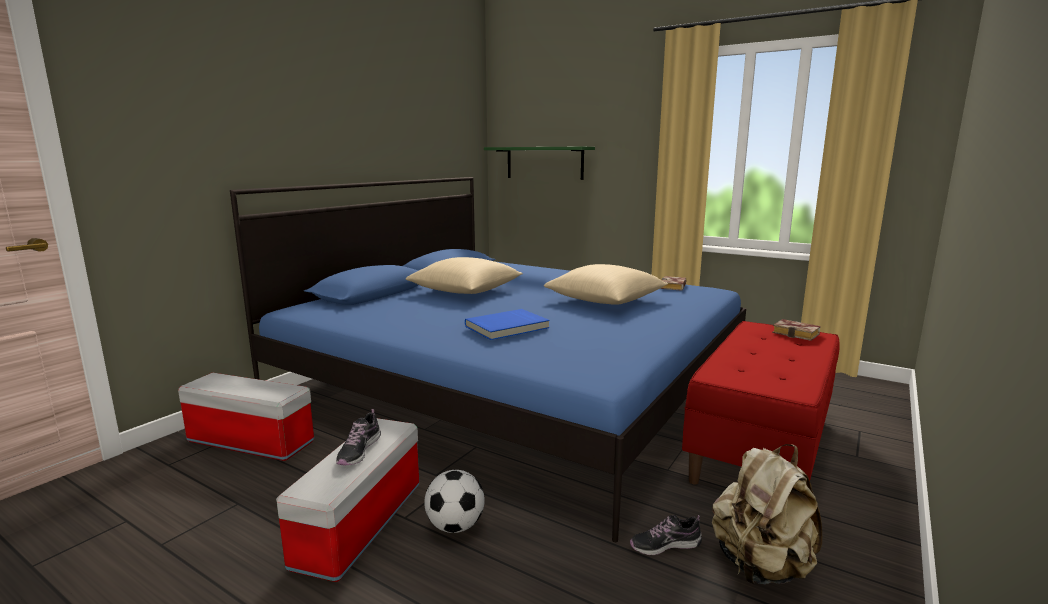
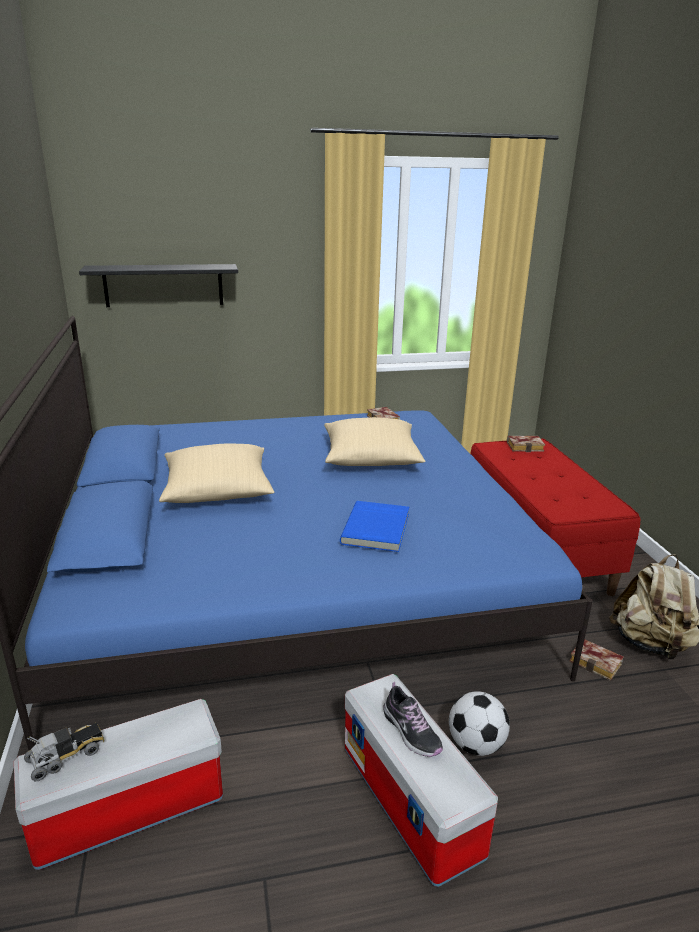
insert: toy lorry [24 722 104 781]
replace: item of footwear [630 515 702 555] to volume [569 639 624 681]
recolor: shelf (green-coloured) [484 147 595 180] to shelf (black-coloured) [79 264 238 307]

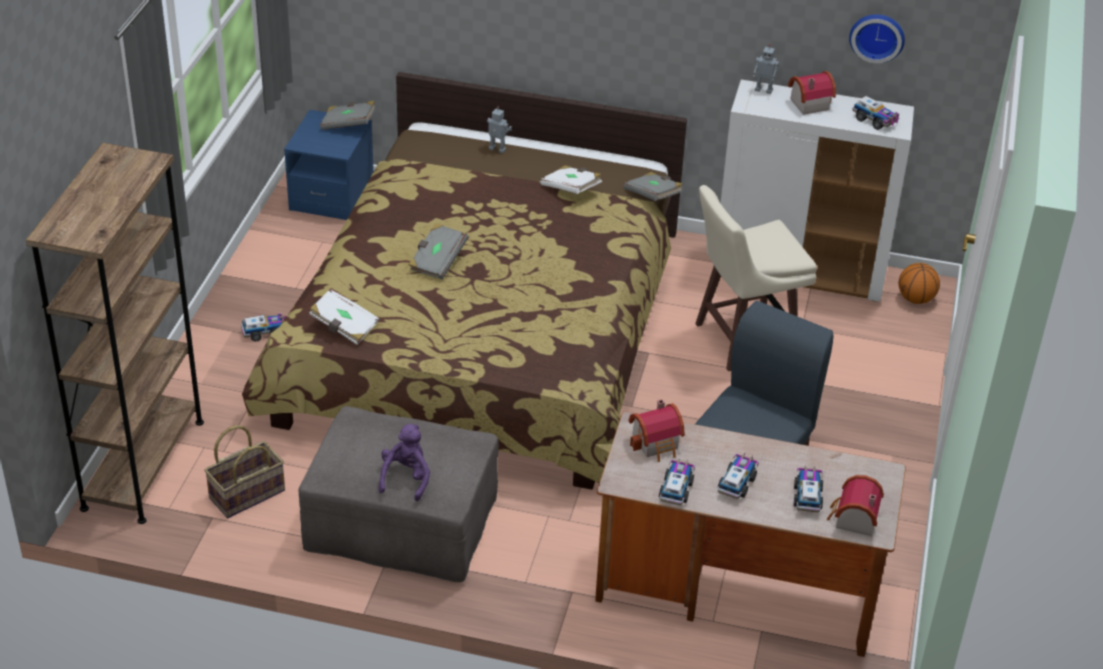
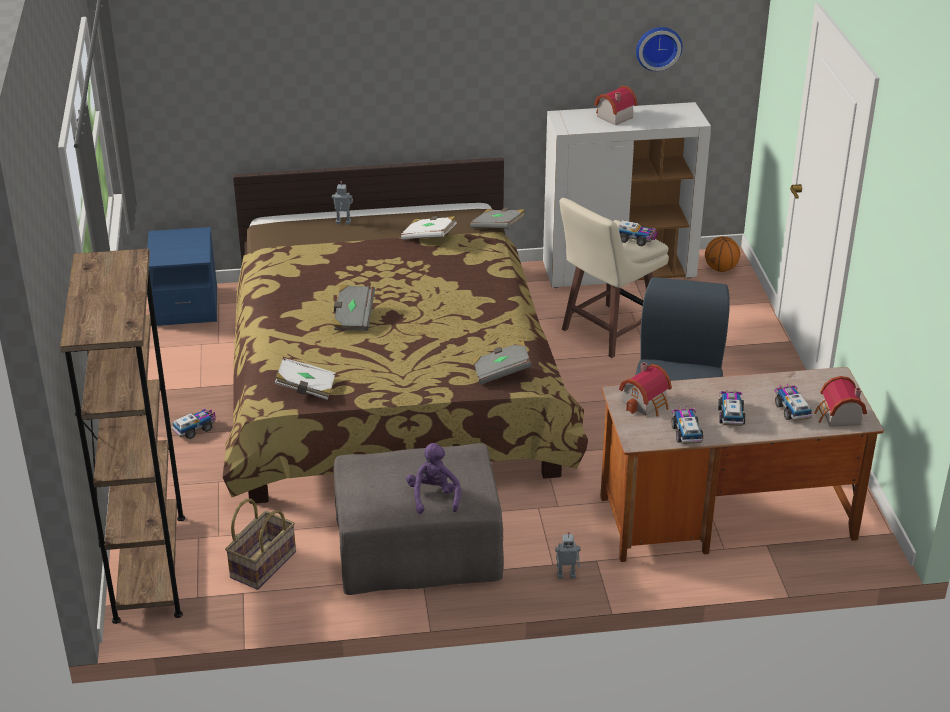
move: volume (greyish) [320 101 376 130] to [472 341 532 385]; toy robot [753 44 779 94] to [555 532 580 579]; toy lorry [852 96 899 130] to [618 220 657 247]

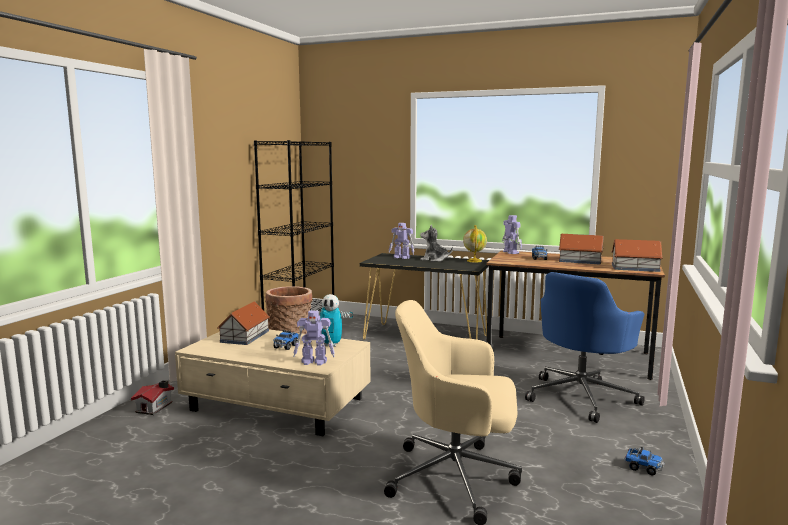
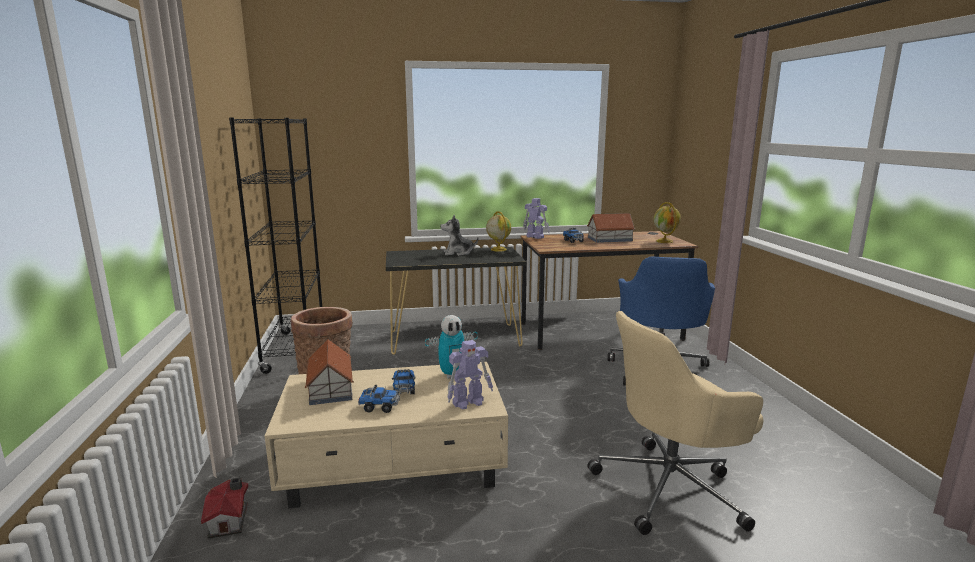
delete: toy robot [389 223 414 259]
move: toy lorry [624 447 665 475] to [358 385 400 413]
replace: toy house [611 239 663 272] to desk globe [653 202 681 243]

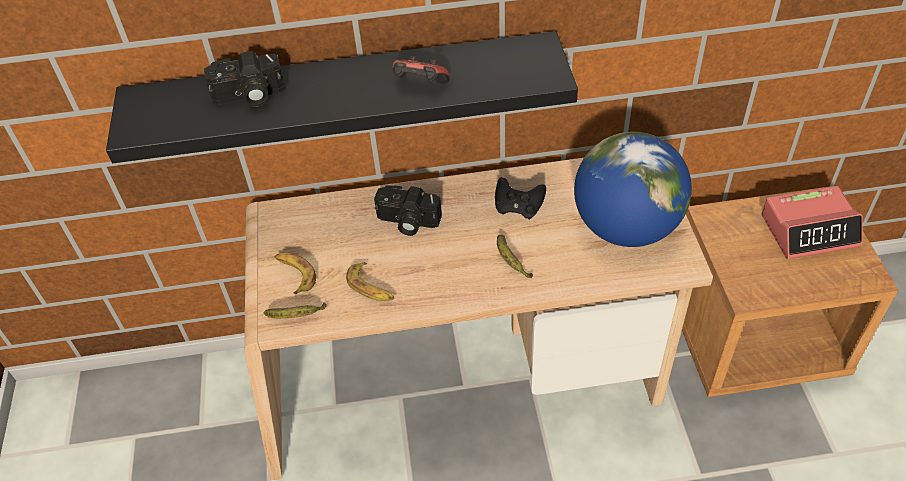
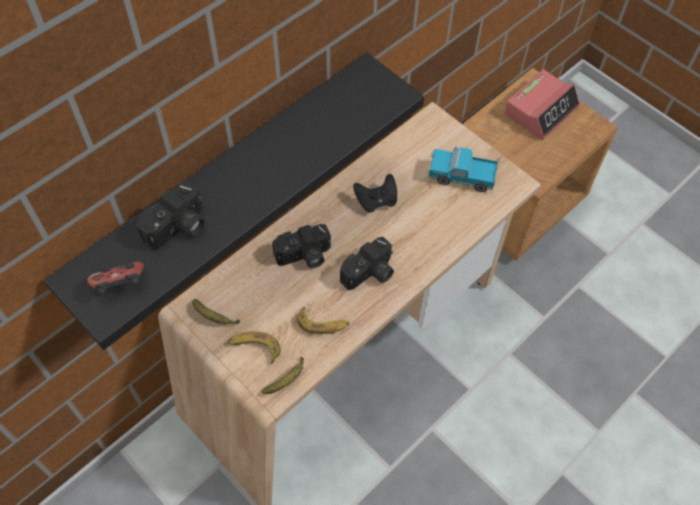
insert: still camera [340 236 394 290]
move: gamepad [392 55 450 84] to [87 261 145 295]; whole banana [497 234 533 278] to [192 299 240 324]
replace: desk globe [574 132 692 247] to toy lorry [428 146 498 192]

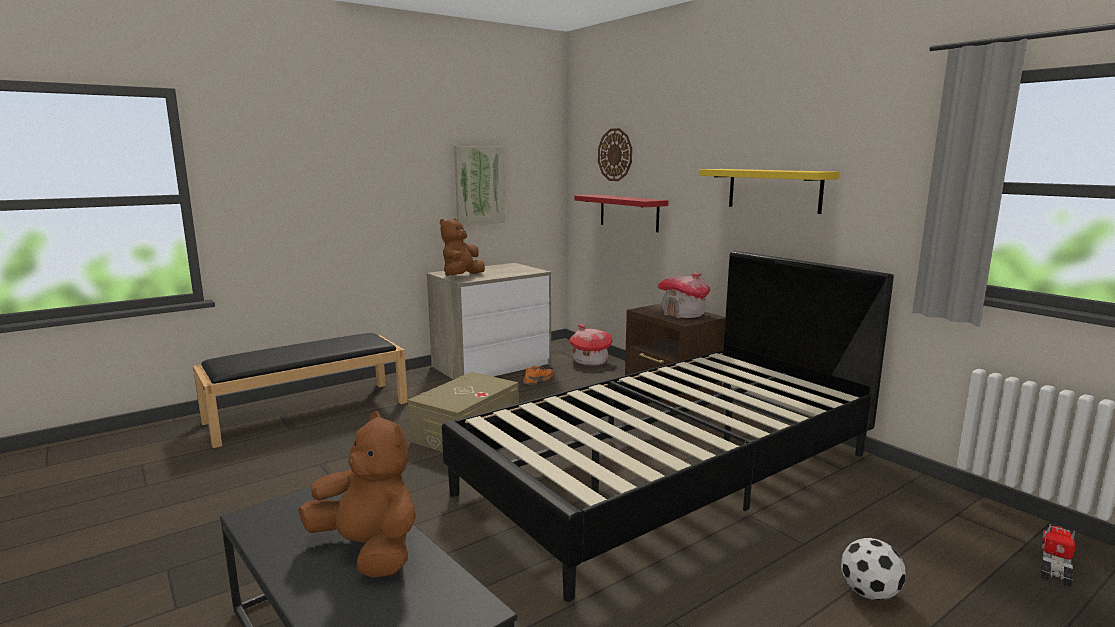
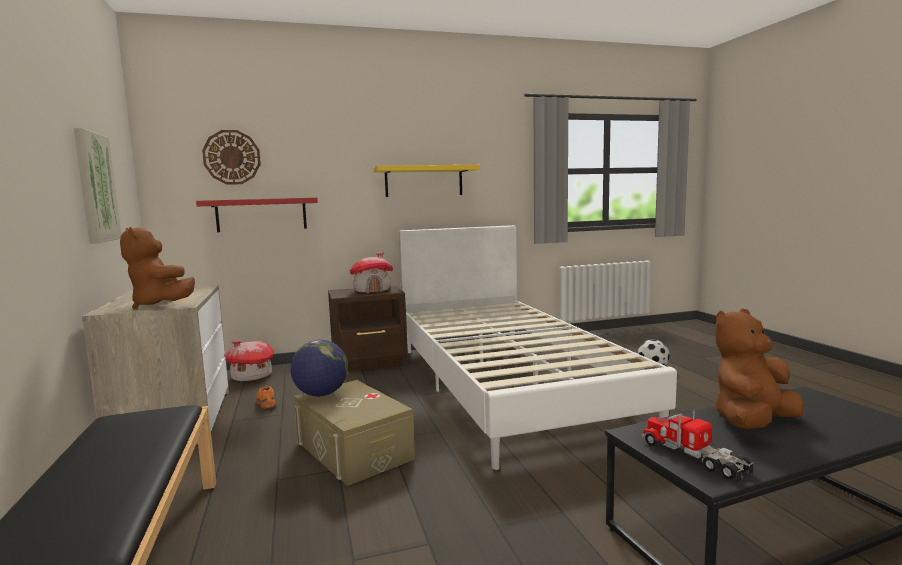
insert: desk globe [290 340 348 396]
move: toy lorry [1041 524 1076 588] to [642 409 754 482]
recolor: sleeping bed (black-coloured) [442 251 894 602] to sleeping bed (white) [399 225 677 470]

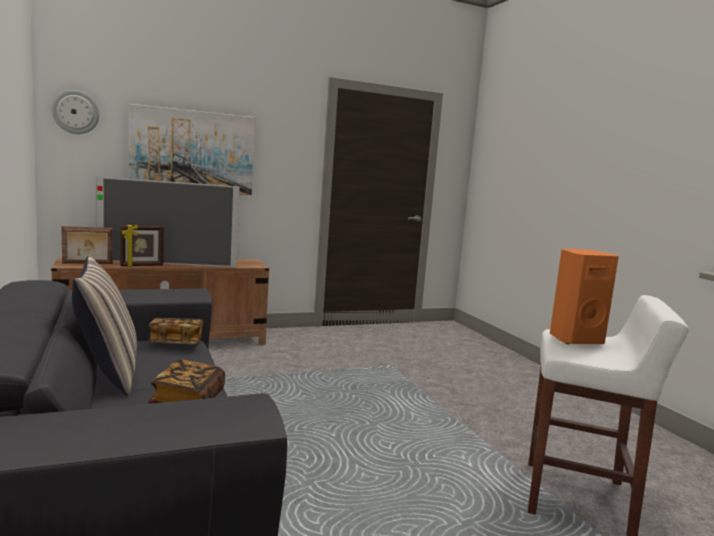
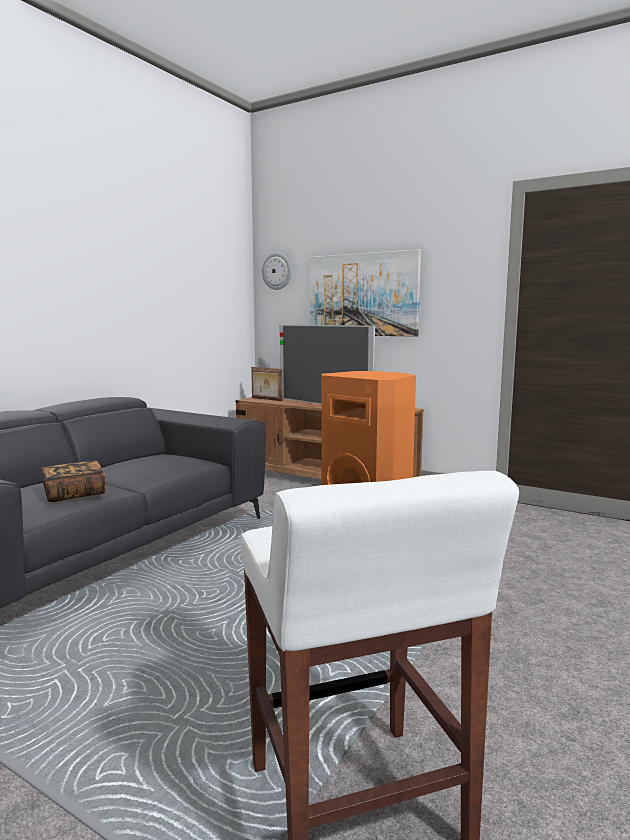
delete: throw pillow [72 256 137 396]; picture frame [120 224 164 267]; volume [148 318 204 344]

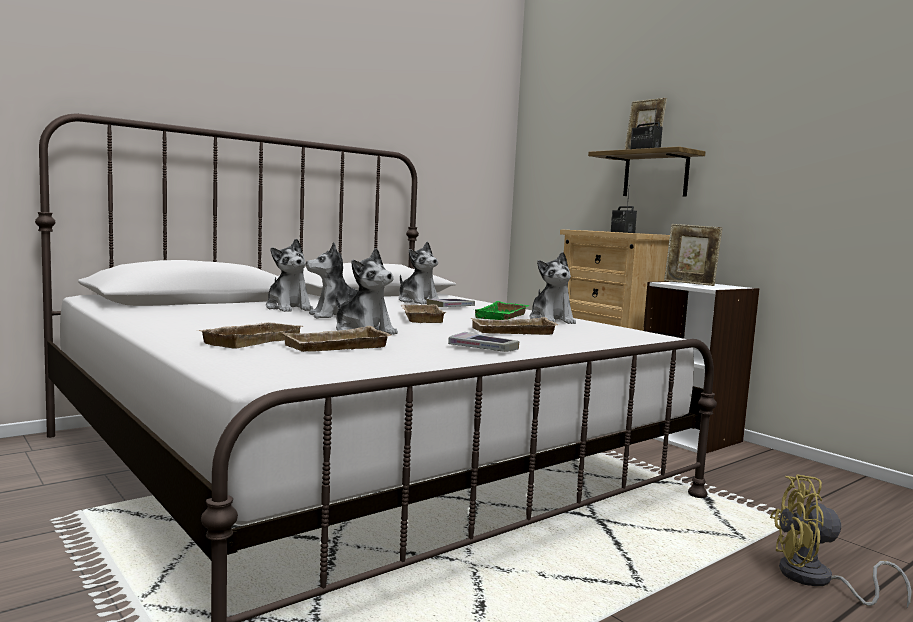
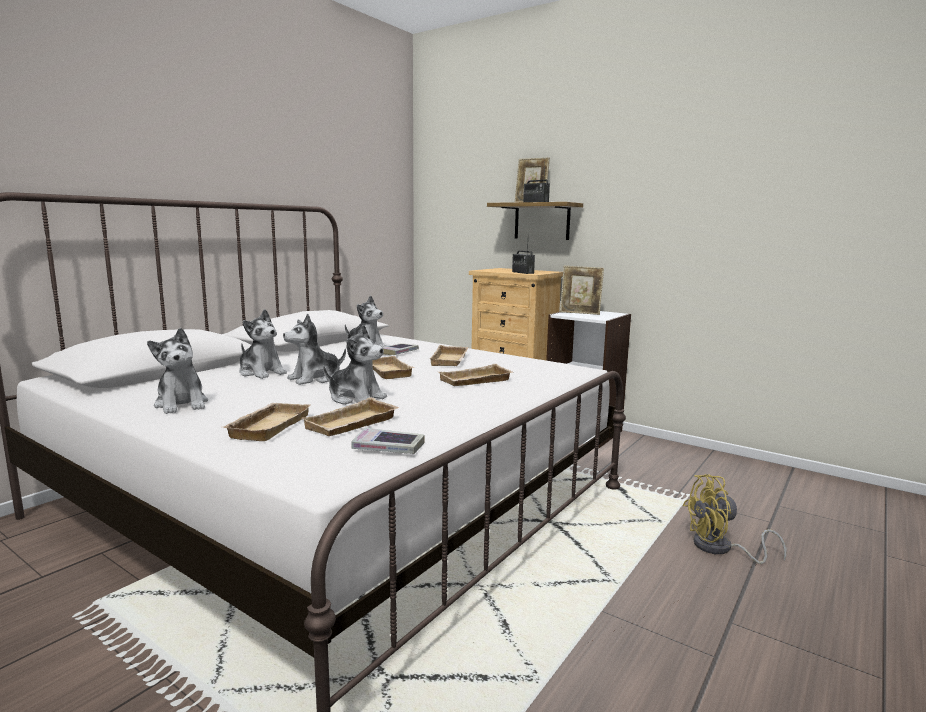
move: volume [448 332 519 352] to [351 427 425 454]; cuddly toy [529 252 576 324] to [147 328 208 414]
recolor: tray (green-coloured) [475 301 529 320] to tray (beige) [429 345 468 366]

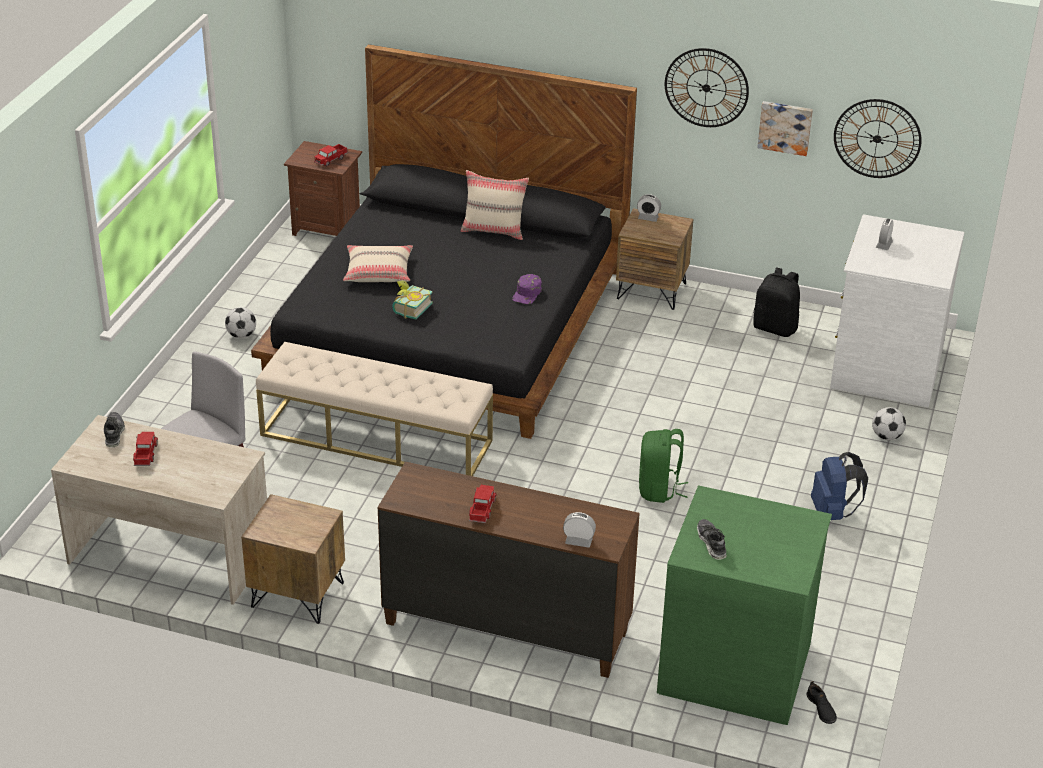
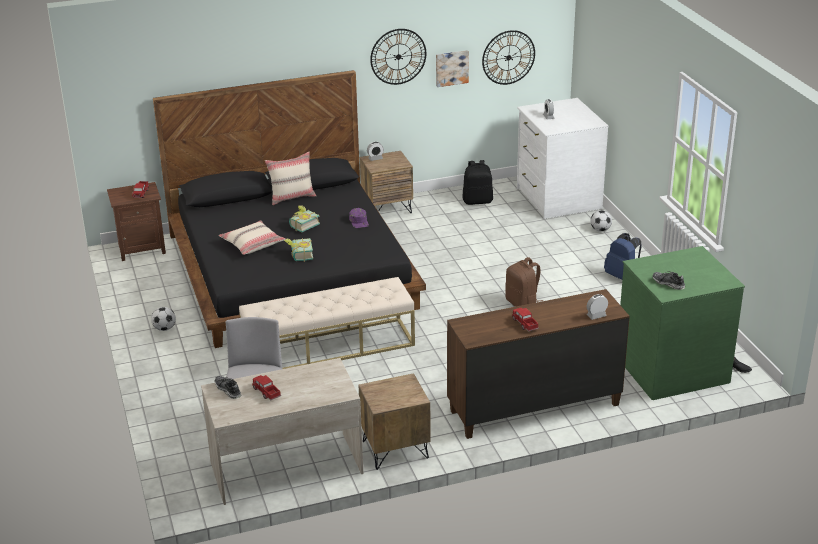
insert: volume [289 205 320 232]
recolor: rucksack (green-coloured) [639 429 688 503] to rucksack (brownish) [505 257 543 307]

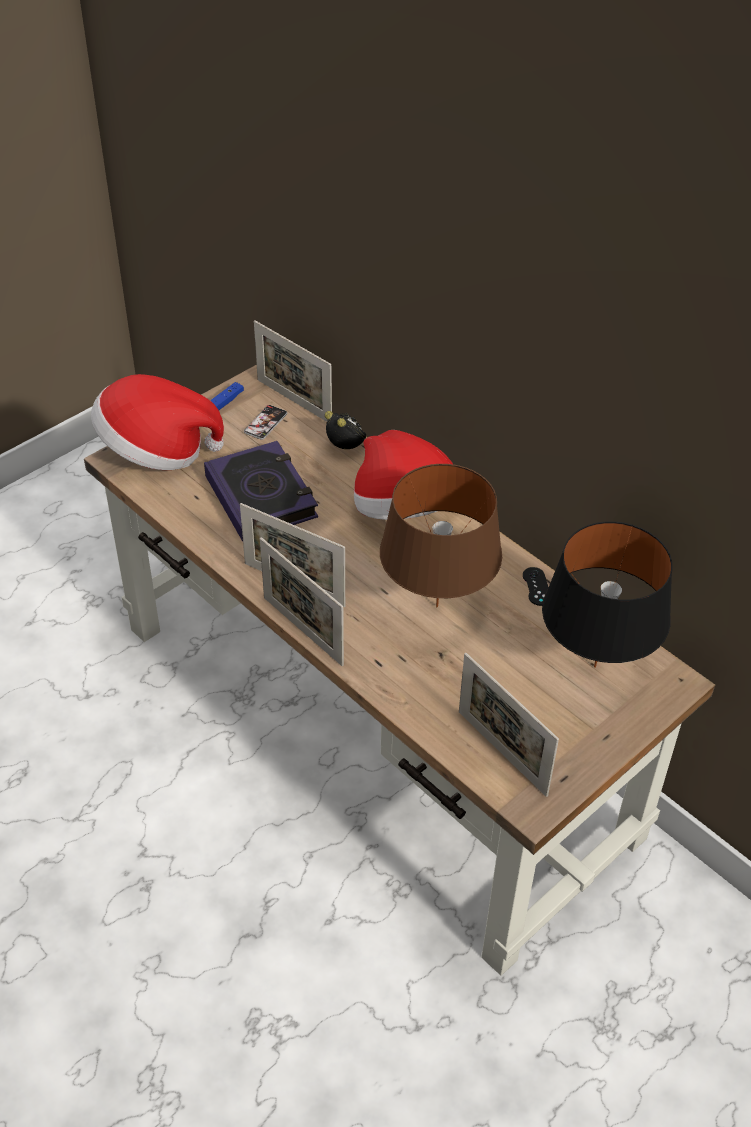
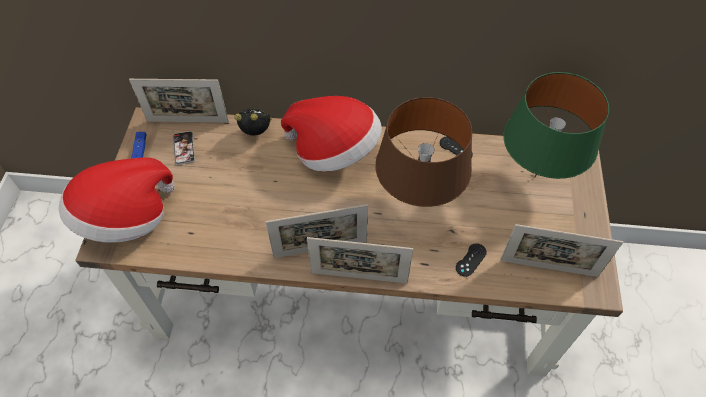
delete: volume [204 441 318 541]
insert: gamepad (black-coloured) [456 243 487 277]
recolor: tabletop lamp (black-coloured) [542 521 673 668] to tabletop lamp (green-coloured) [503 72 609 179]

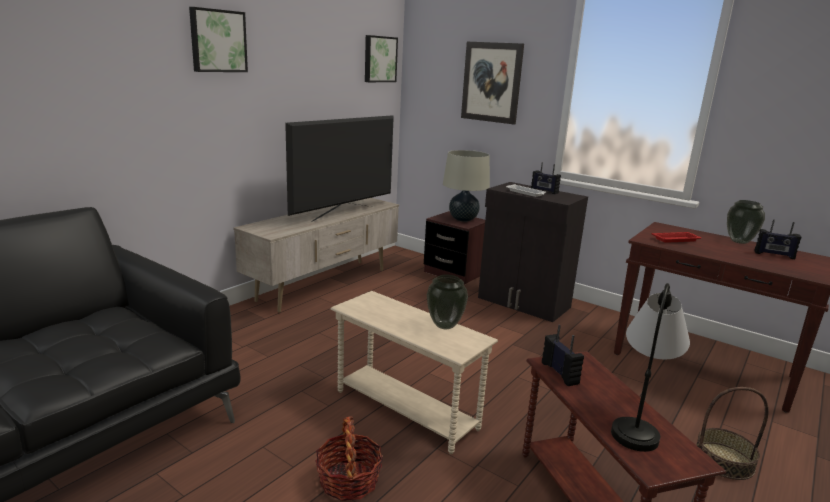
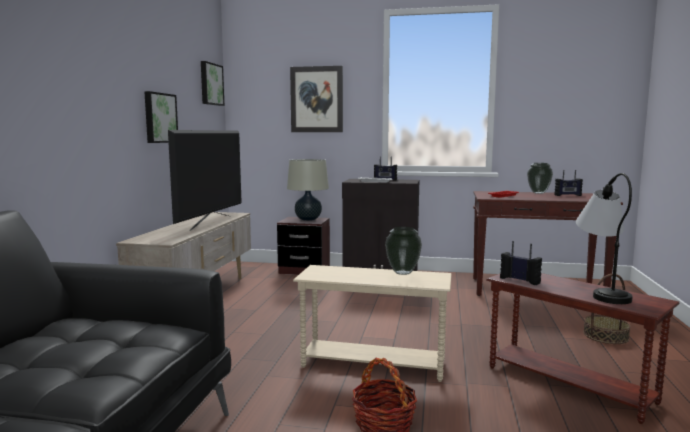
move: wall picture [189 7 248 72] to [144 91 178 143]

